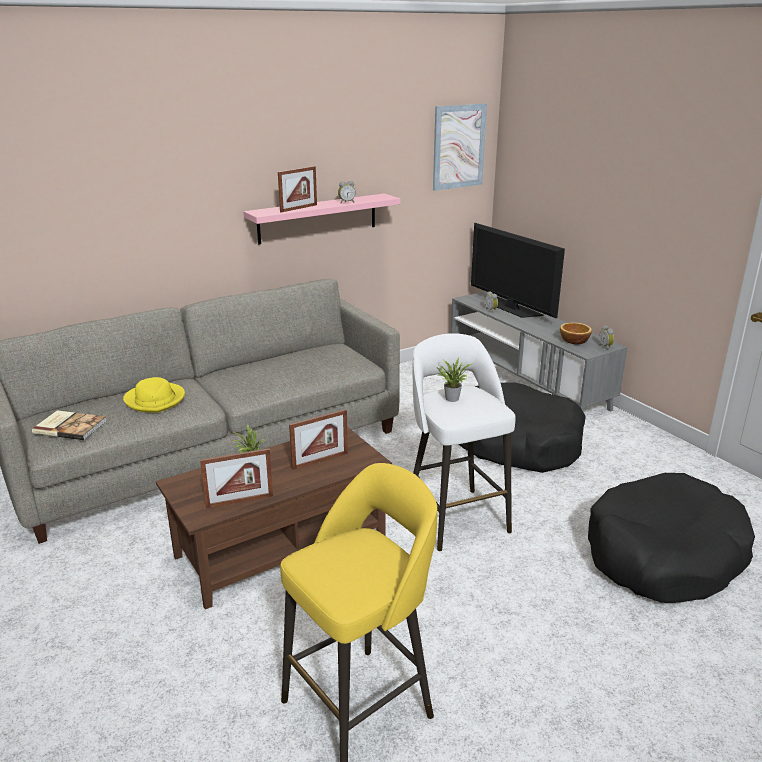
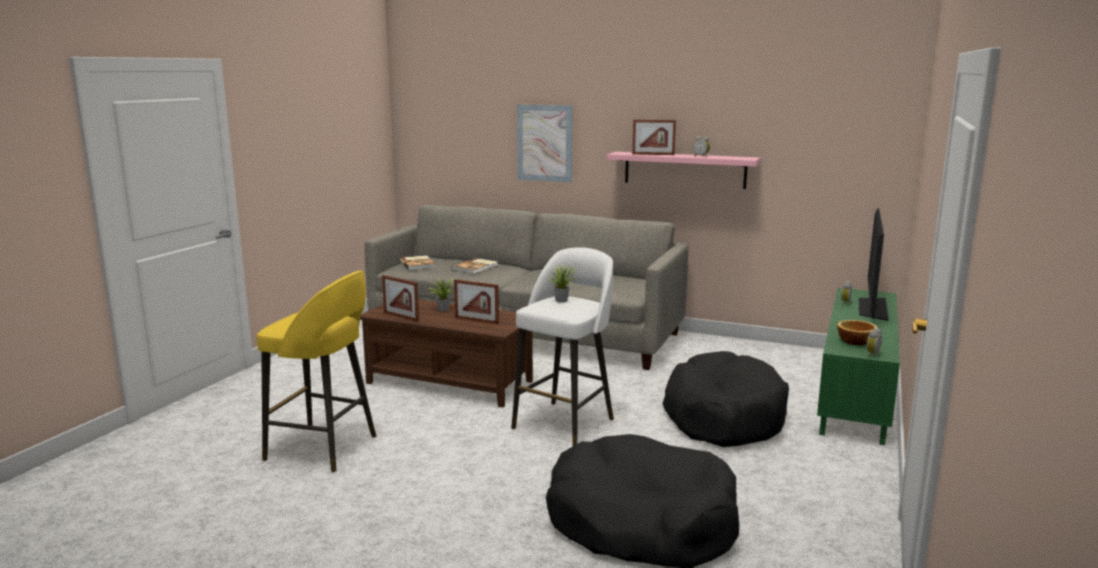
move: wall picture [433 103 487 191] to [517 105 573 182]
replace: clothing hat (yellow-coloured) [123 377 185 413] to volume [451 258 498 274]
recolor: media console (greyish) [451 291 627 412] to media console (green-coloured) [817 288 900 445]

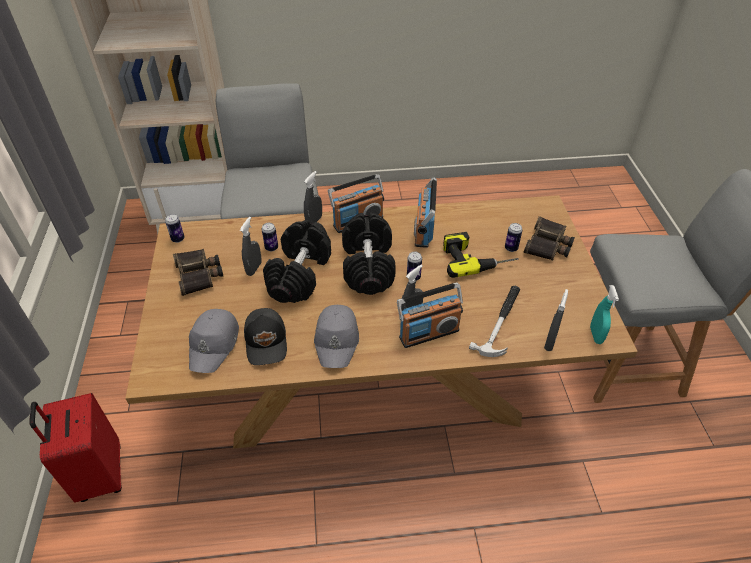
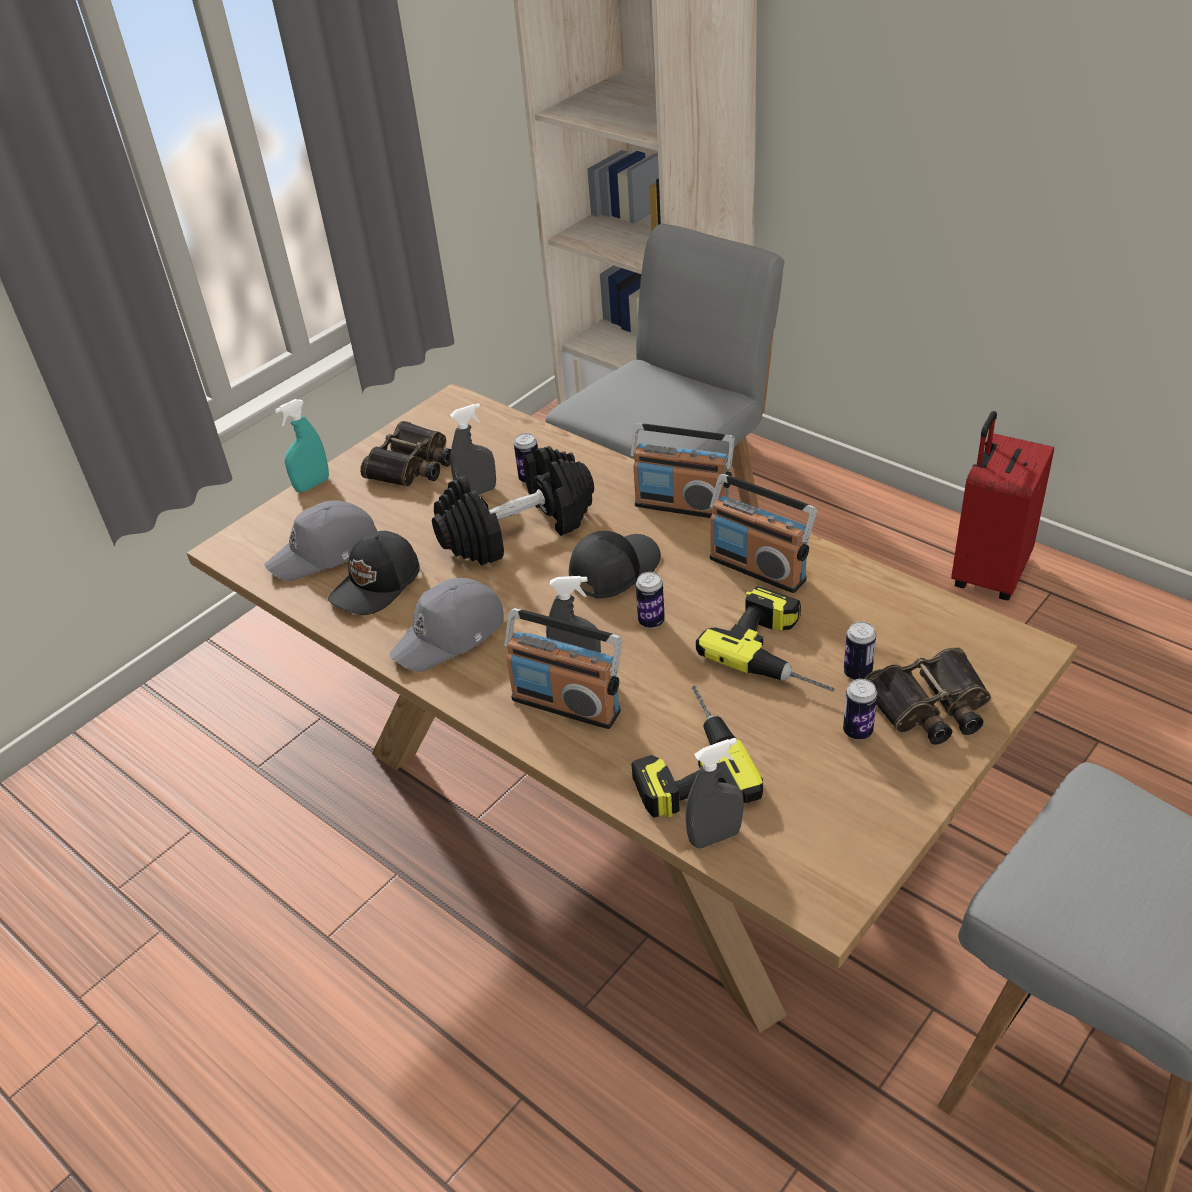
delete: spray bottle (greyish) [304 171 322 223]
move: piece of luggage (reddish) [29 393 122 502] to [951 411 1054 600]; can [165 214 184 243] to [843 679 877 740]; spray bottle (turquoise-coloured) [590 285 619 344] to [275 399 329 492]
replace: free weight (black-coloured) [342 213 396 295] to peaked cap (black-coloured) [569 531 661 599]; hammer [469 286 520 357] to power drill [631 686 763 818]
rotate: radio receiver [414 177 437 248] = [710 474 817 593] 105 degrees counterclockwise

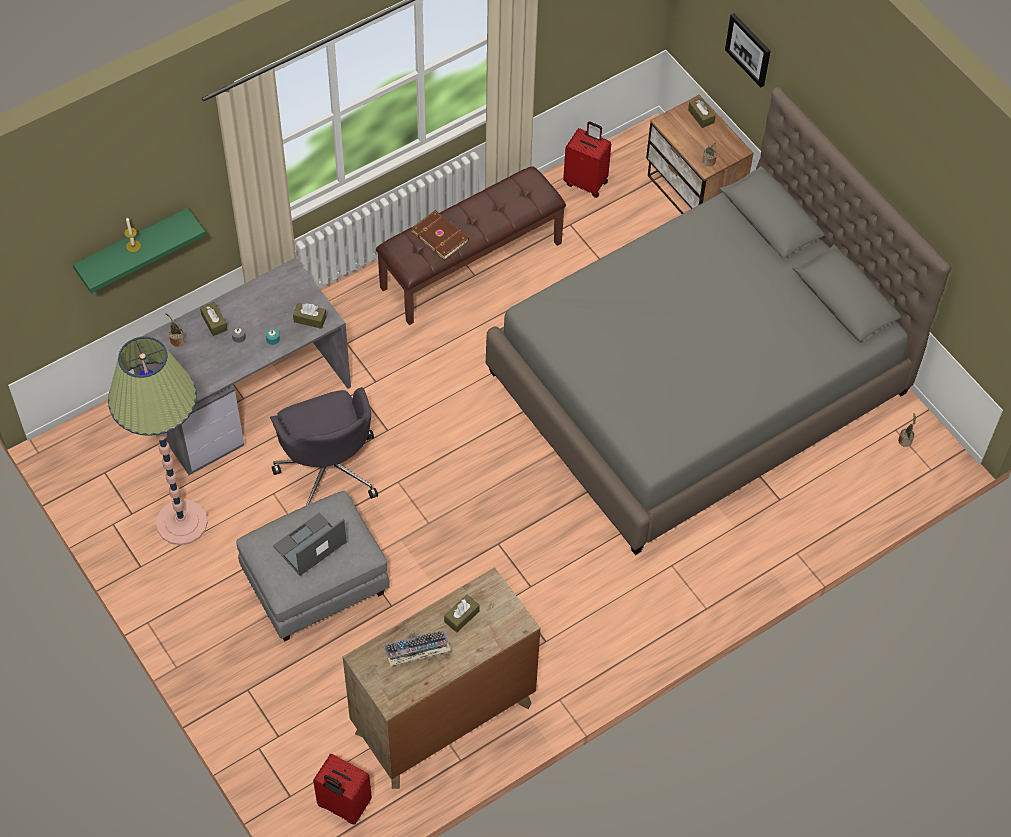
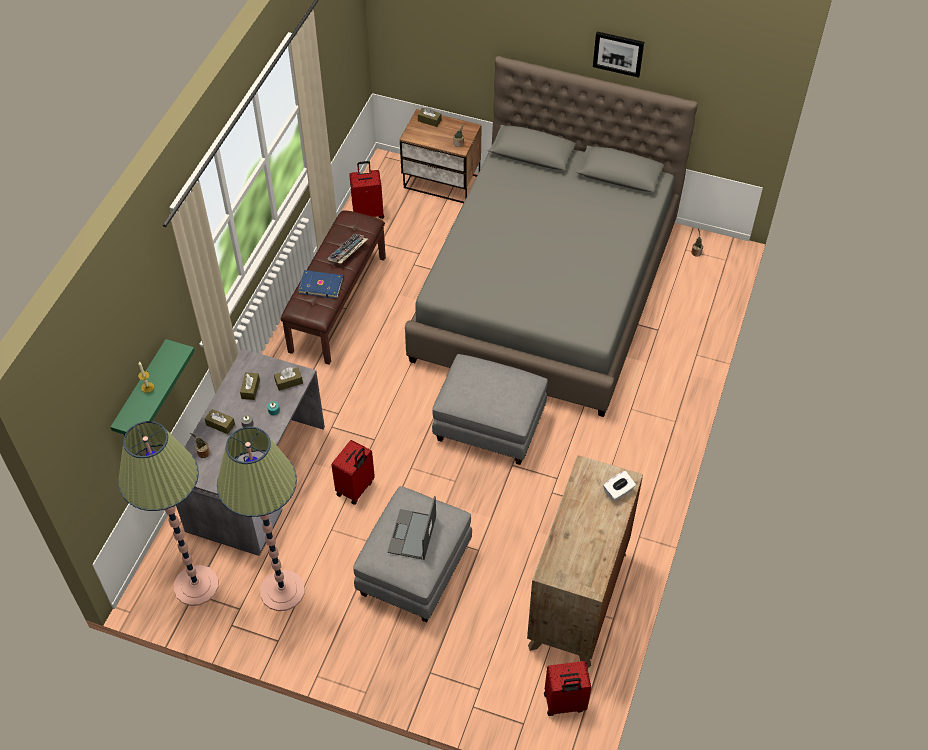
insert: standing lamp [118 421 218 606]; ottoman (greyish) [432 354 548 465]; box of tissues (white) [603 471 636 502]
move: keyboard [383 630 451 666] to [327 234 368 264]; box of tissues (brownish) [444 594 480 633] to [240 372 260 400]; wall picture [725 13 771 87] to [593 31 644 78]
replace: computer chair (greyish) [270 387 378 506] to piece of luggage (reddish) [331 440 375 505]
recolor: volume (brownish) [411 210 469 260] to volume (blue-coloured) [298 270 343 299]

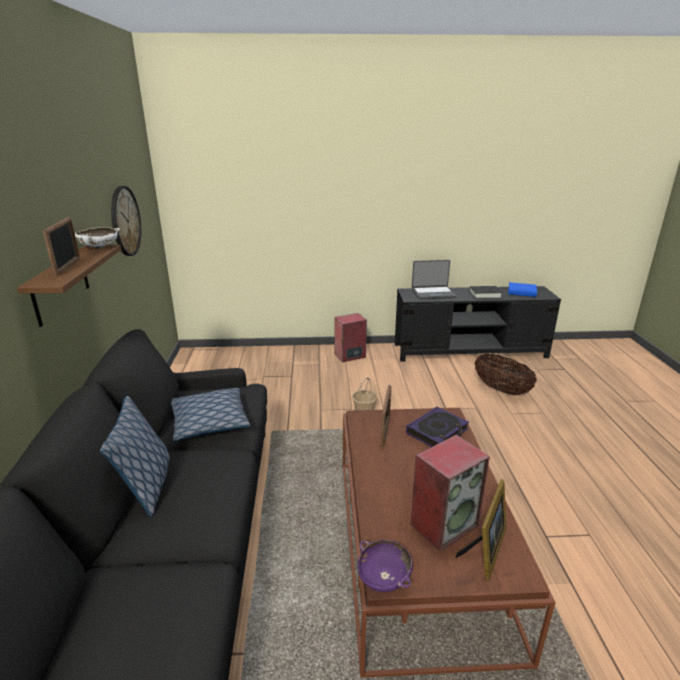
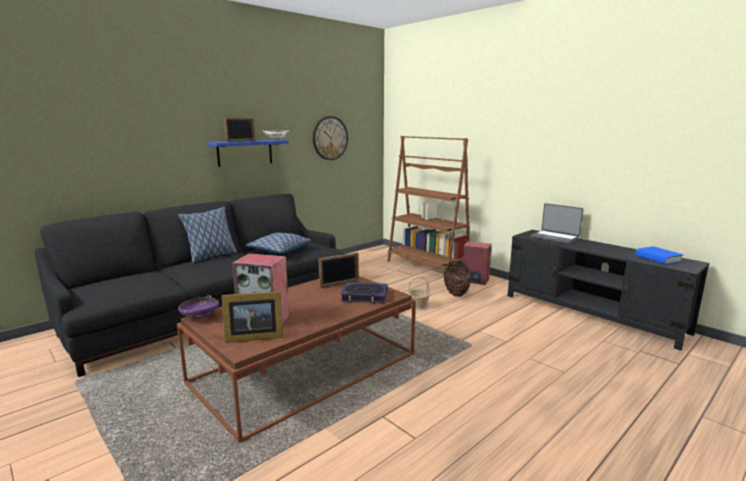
delete: volume (black-coloured) [469 286 503 299]
insert: shelving unit (brownish) [388 136 470 270]
move: basket [474 354 537 395] to [443 261 471 297]
recolor: shelf (brownish) [17 245 121 327] to shelf (blue-coloured) [207 140 288 167]

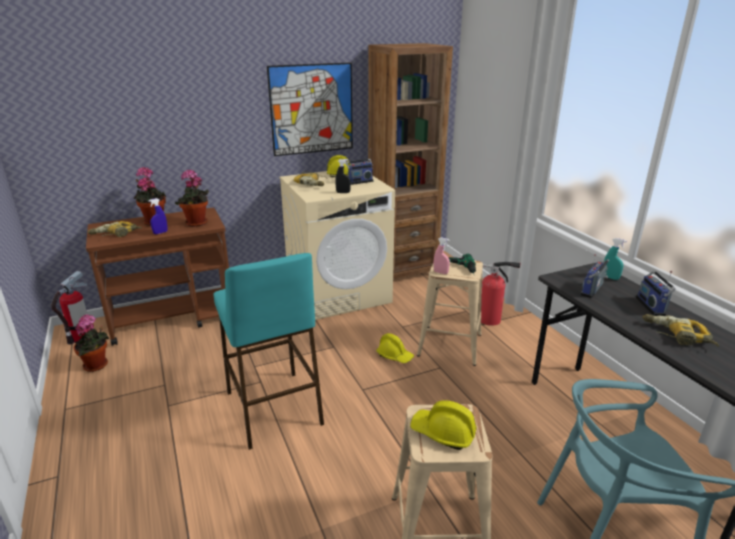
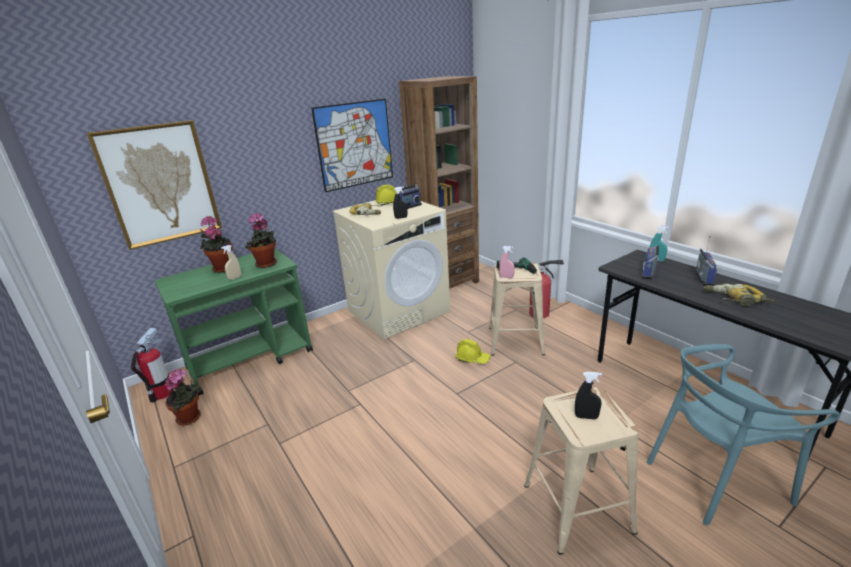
delete: power drill [88 221 142 237]; stool (turquoise-coloured) [214 253 324 450]
insert: wall picture [87 120 222 250]
replace: work helmet (yellow-coloured) [410 400 477 450] to spray bottle (black-coloured) [575 372 602 419]
recolor: wheeled cart (brownish) [86 208 229 346] to wheeled cart (green-coloured) [155 248 313 396]; spray bottle (blue-coloured) [148 198 168 234] to spray bottle (beige) [221 245 241 280]
rotate: radio receiver [636 271 676 316] = [696 236 717 286] 150 degrees counterclockwise

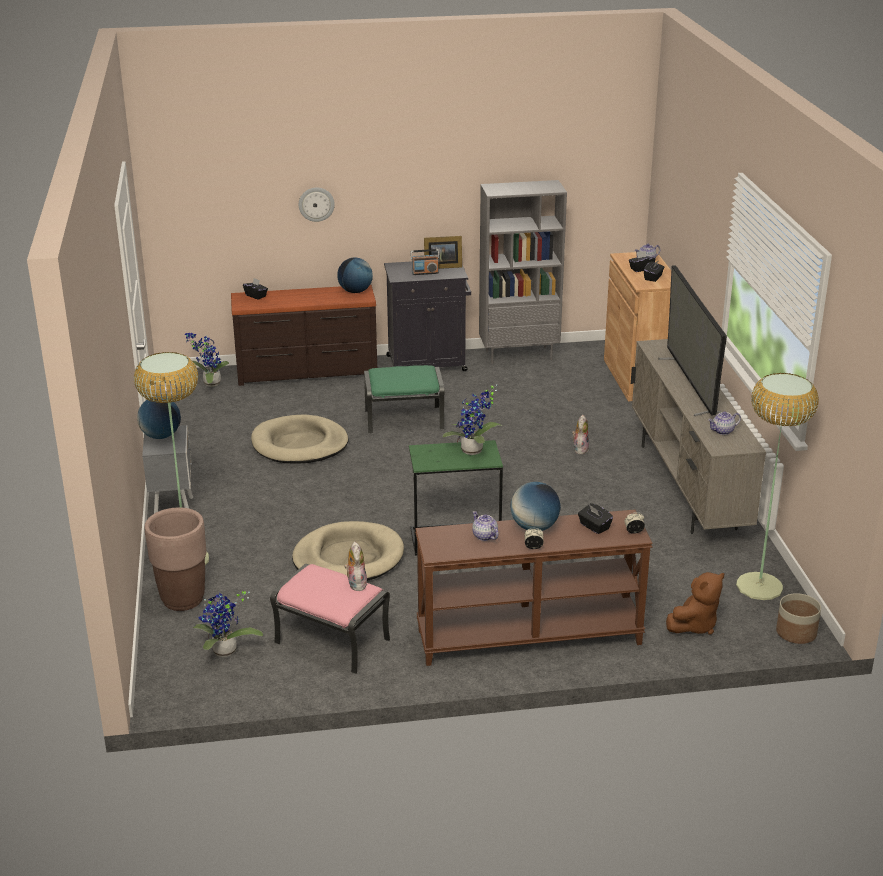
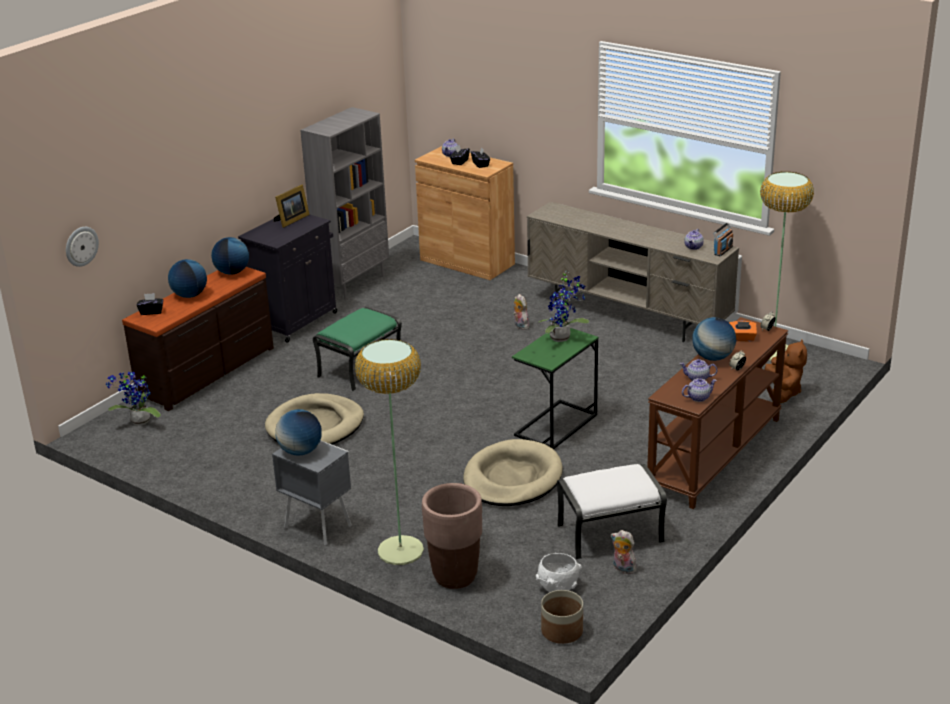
delete: TV [659 265 727 416]
insert: desk globe [168 259 207 298]; teapot [682 378 717 402]
move: hanging clock [299 188 335 222] to [66 227 99 267]; cuddly toy [344 542 368 591] to [611 530 636 574]; radio receiver [411 249 439 275] to [713 223 733 256]; plant pot [776 593 821 644] to [541 590 583 644]
replace: potted plant [193 591 263 657] to serving bowl (white) [536 553 582 592]
recolor: ottoman (pink) [270 564 390 674] to ottoman (white) [557 464 667 560]; box of tissues (black-coloured) [578 503 613 534] to box of tissues (orange) [729 321 757 342]

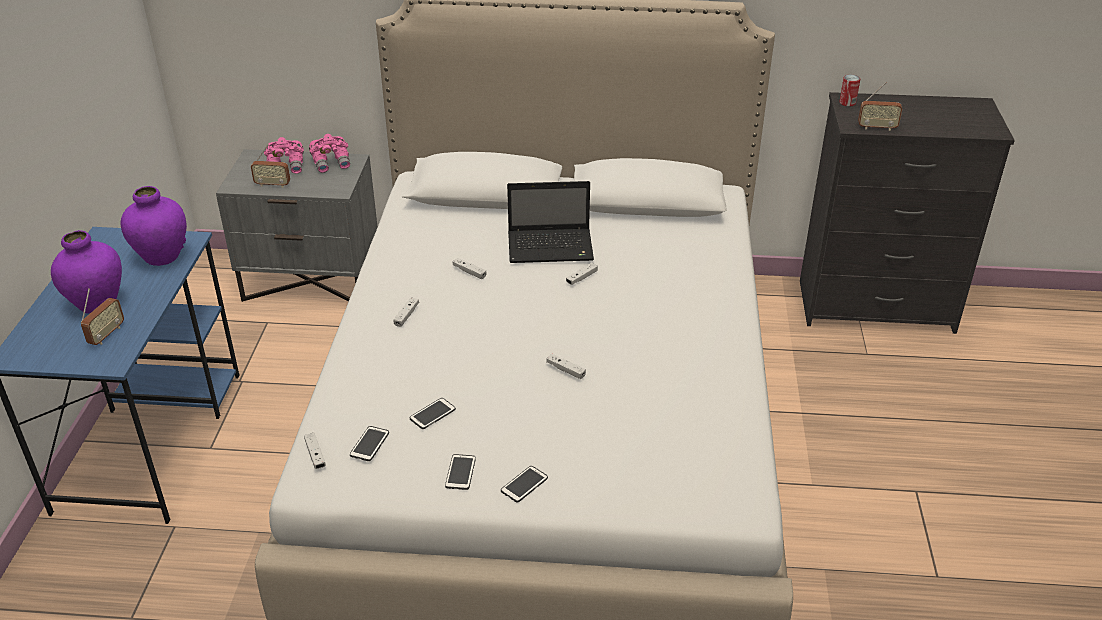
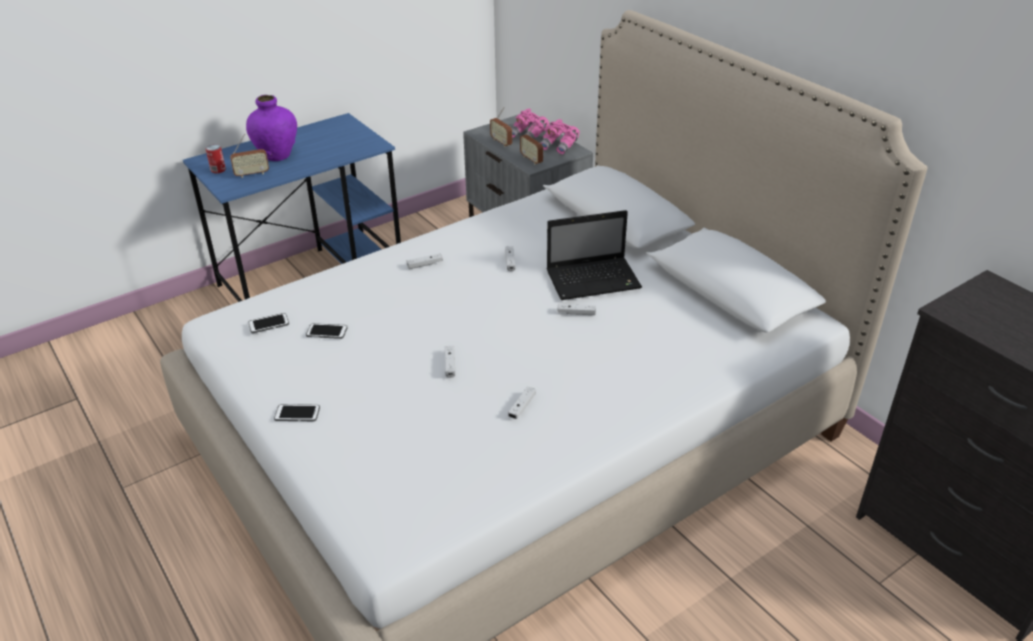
delete: flower vase (purple) [121 186 187 266]; phone [445 454 476 490]
move: gamepad (white) [304 433 326 469] to [508 387 536 419]; can [839 74 860 107] to [206 144 226 173]; radio receiver [858 82 902 131] to [520 123 543 165]
rotate: notebook computer [507 181 594 263] = [546 210 642 300] 60 degrees counterclockwise

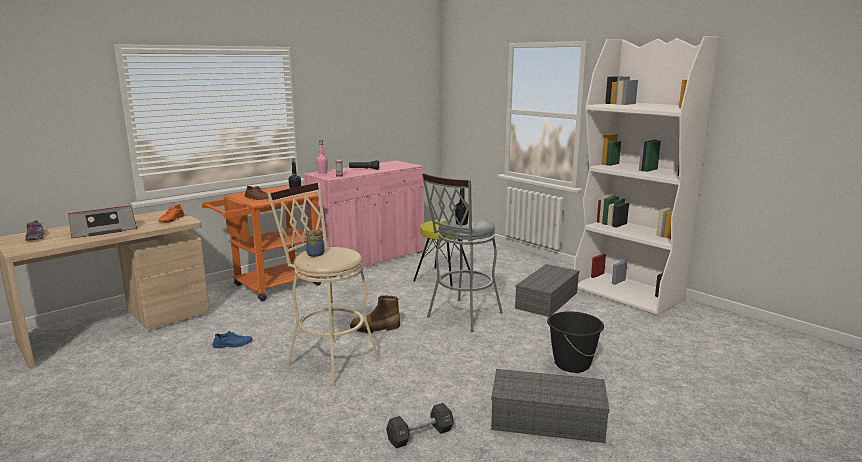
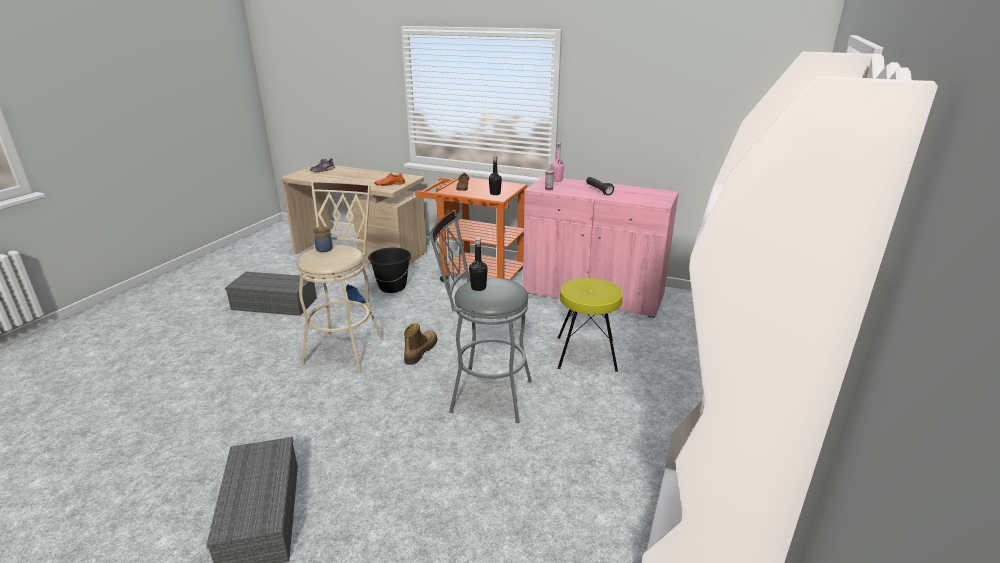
delete: radio receiver [68 205 137 239]; free weight (black-coloured) [386 403 454 449]
move: storage container (greyish) [515 264 579 317] to [225 272 317 316]; pail (black-coloured) [547 311 604 373] to [368 248 411 293]
rotate: high-top boot [350 295 400 333] = [404 323 437 365] 60 degrees clockwise

